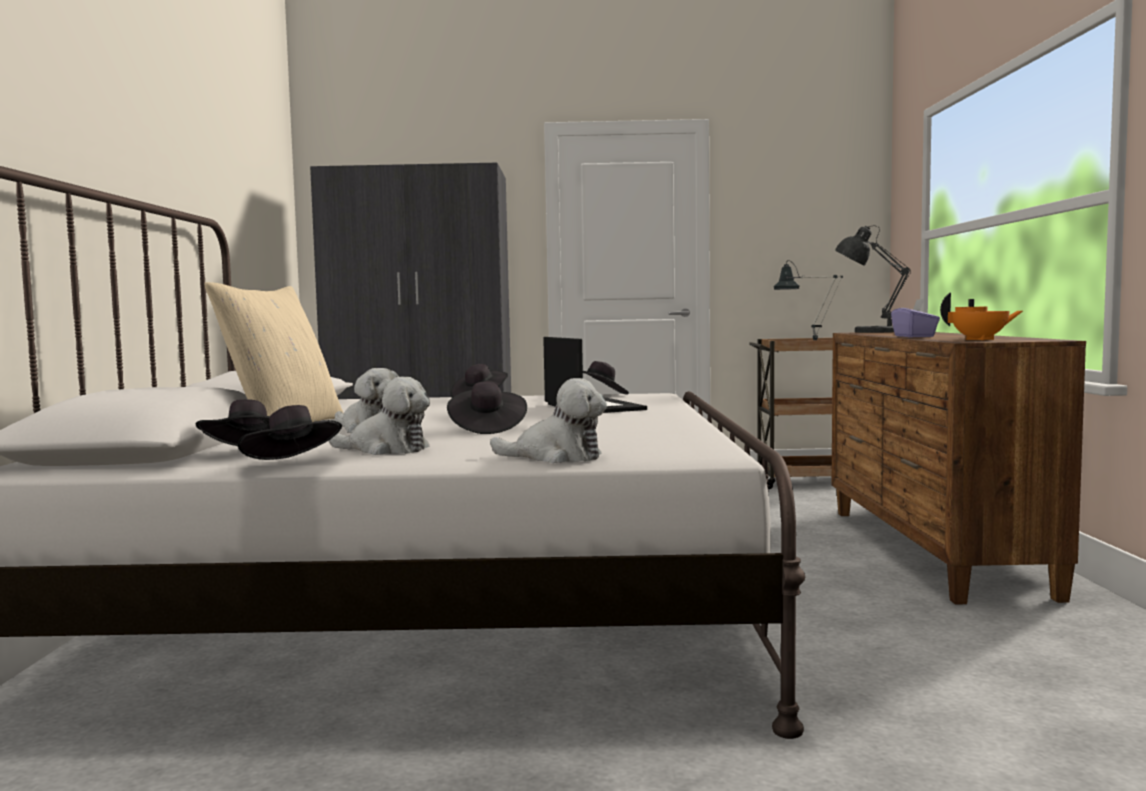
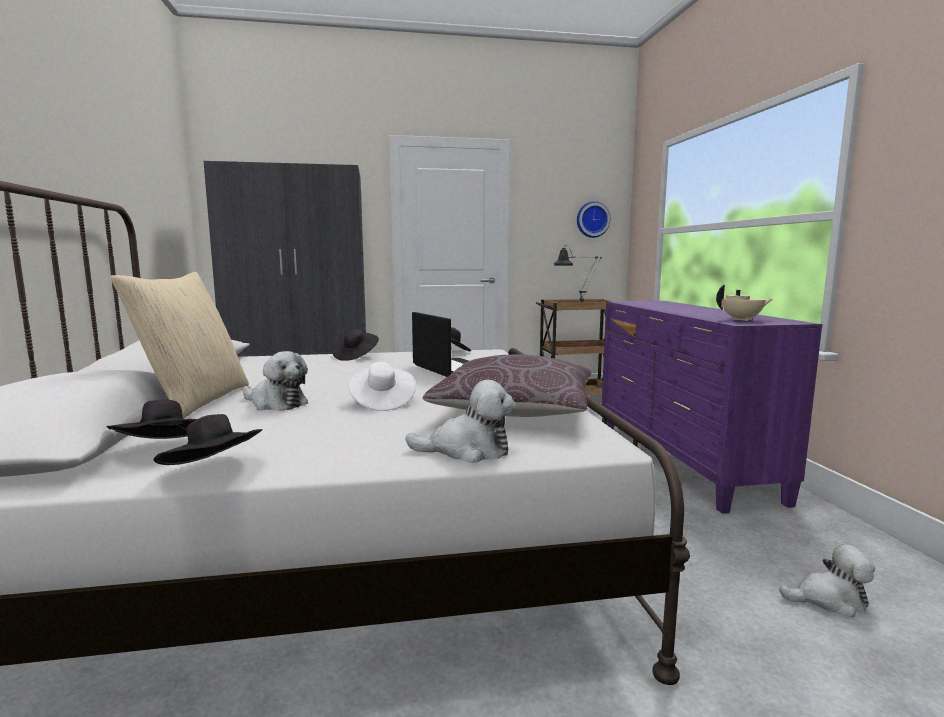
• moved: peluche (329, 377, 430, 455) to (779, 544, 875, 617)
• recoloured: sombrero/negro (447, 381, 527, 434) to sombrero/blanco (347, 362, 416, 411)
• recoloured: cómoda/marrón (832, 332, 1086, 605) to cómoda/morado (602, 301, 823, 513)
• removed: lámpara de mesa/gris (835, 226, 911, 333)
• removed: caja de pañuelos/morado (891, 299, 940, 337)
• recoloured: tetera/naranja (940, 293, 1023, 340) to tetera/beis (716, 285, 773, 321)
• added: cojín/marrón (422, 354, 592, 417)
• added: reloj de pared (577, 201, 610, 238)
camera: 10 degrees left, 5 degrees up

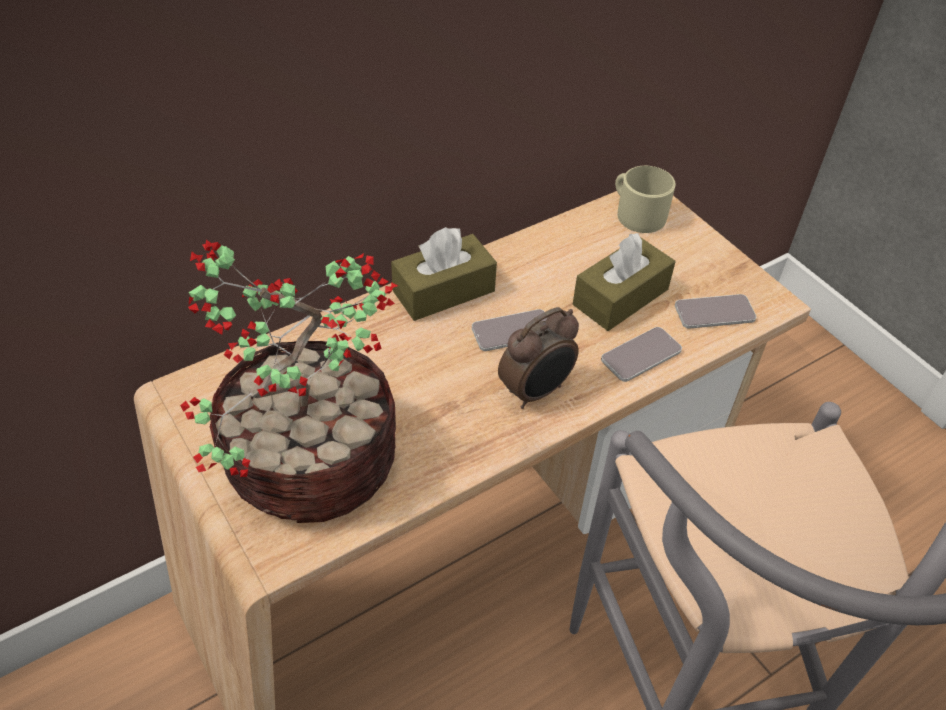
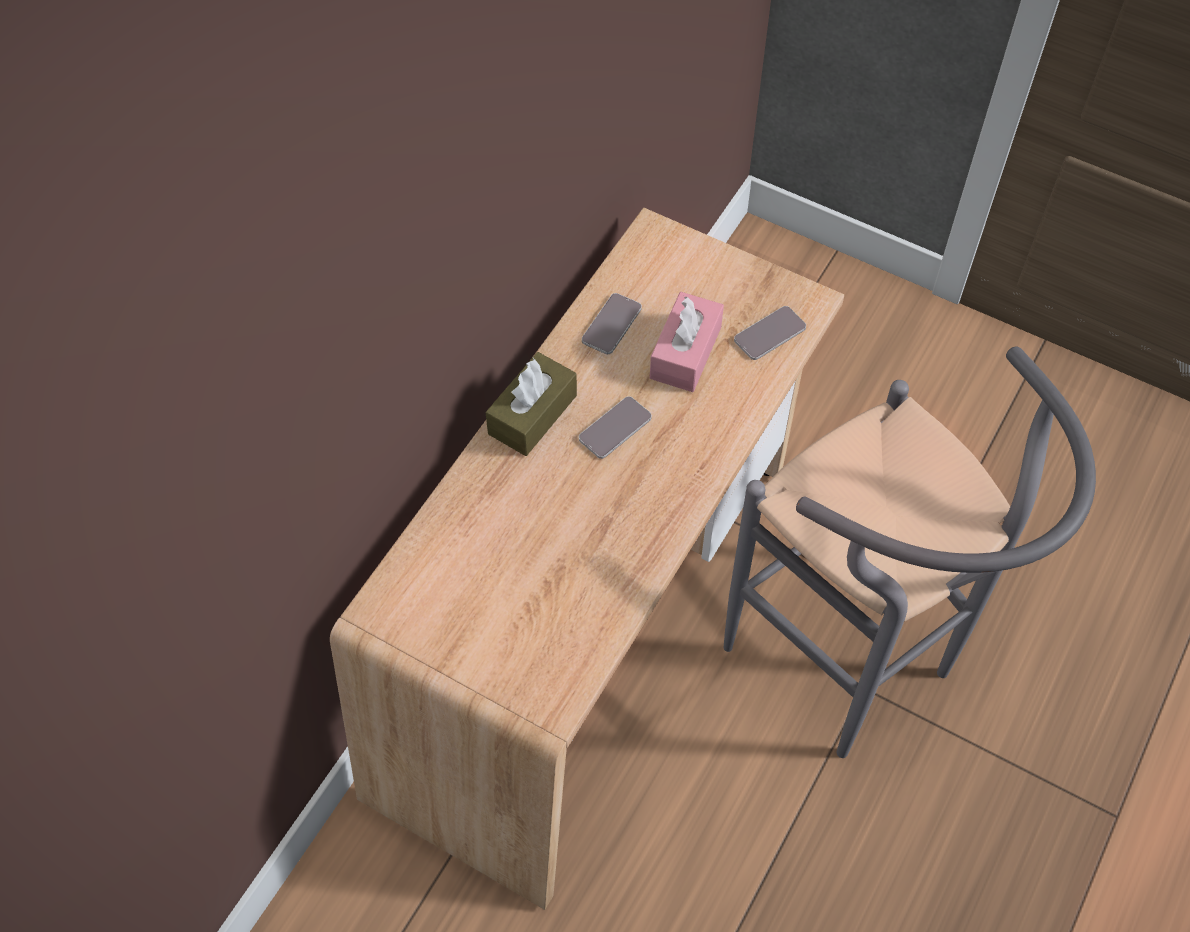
• removed: planta en maceta (180, 239, 398, 523)
• removed: despertador (498, 307, 579, 409)
• recoloured: caja de pañuelos/marrón (573, 233, 676, 331) to caja de pañuelos/rosa (650, 292, 724, 392)
• moved: móvil (601, 327, 682, 382) to (582, 293, 642, 354)
• removed: taza grande/beis (615, 166, 676, 233)
camera: 25 degrees left, 10 degrees up

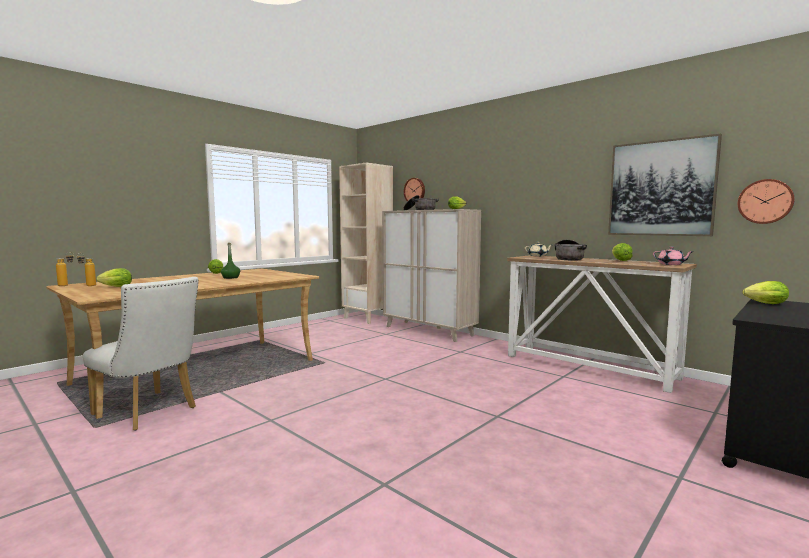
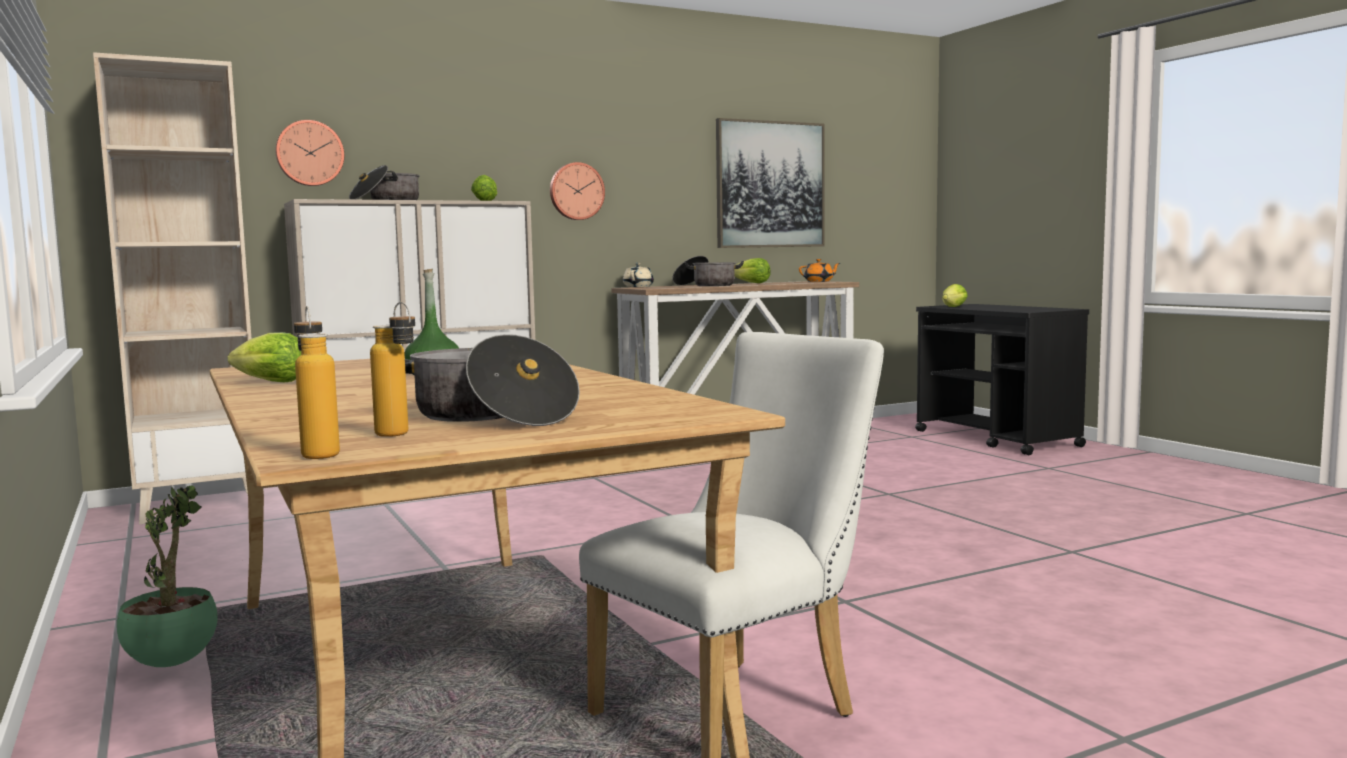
• replaced: lechuga (96, 268, 132, 287) to olla (405, 334, 580, 426)
• recoloured: tetera/rosa (653, 247, 694, 265) to tetera/naranja (799, 259, 840, 282)
• moved: reloj de pared (738, 179, 795, 224) to (550, 162, 605, 220)
• added: planta en maceta (117, 485, 218, 667)
camera: 70 degrees left, 0 degrees up

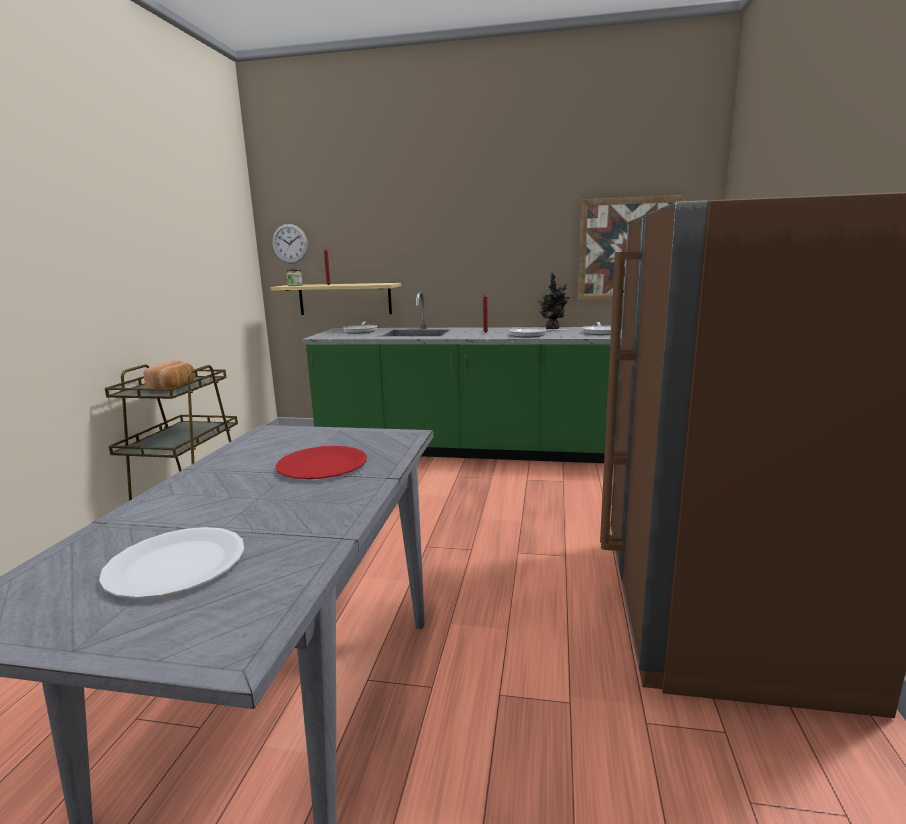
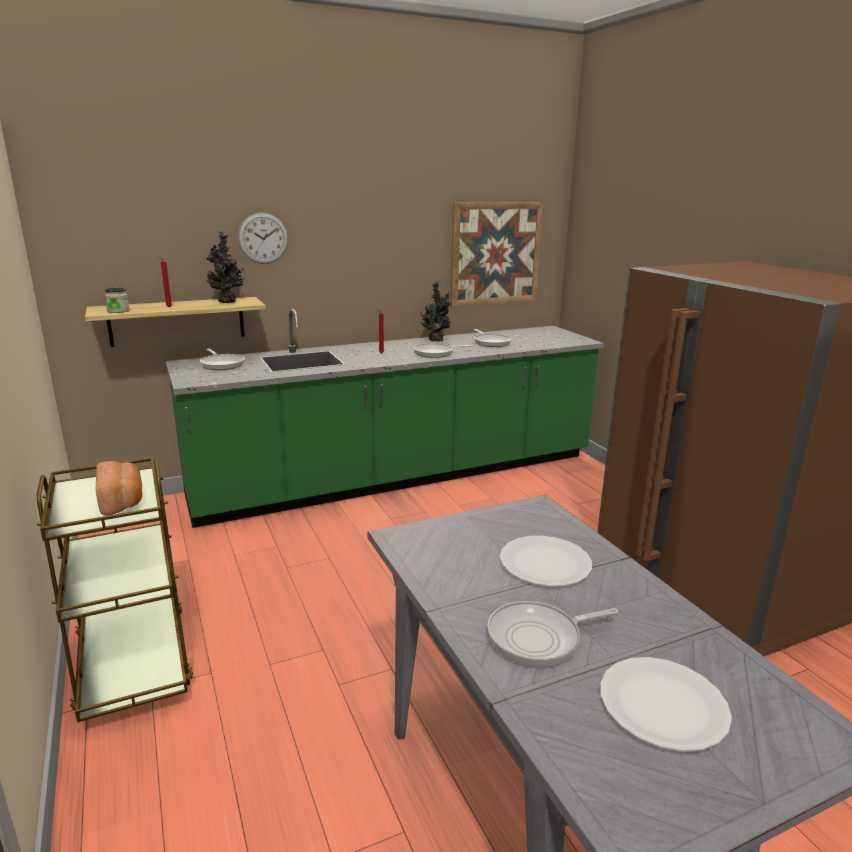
• moved: reloj de pared (272, 224, 308, 264) to (238, 212, 288, 264)
• recoloured: plato/rojo (276, 446, 367, 479) to plato/blanco (500, 536, 592, 587)
• added: planta en maceta (207, 232, 244, 303)
• added: sartén (487, 601, 618, 667)
camera: 35 degrees left, 5 degrees up

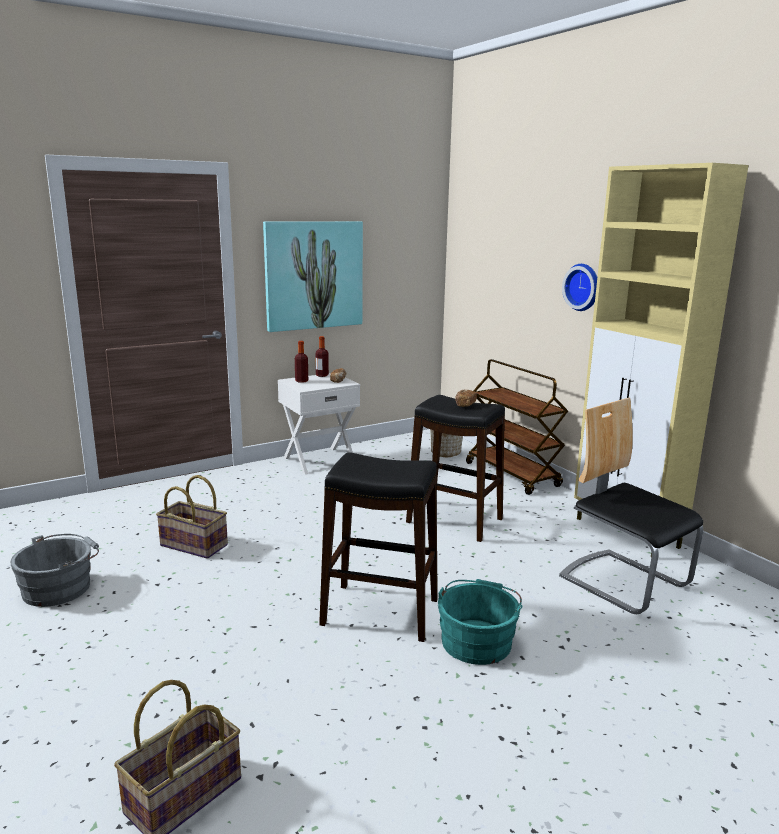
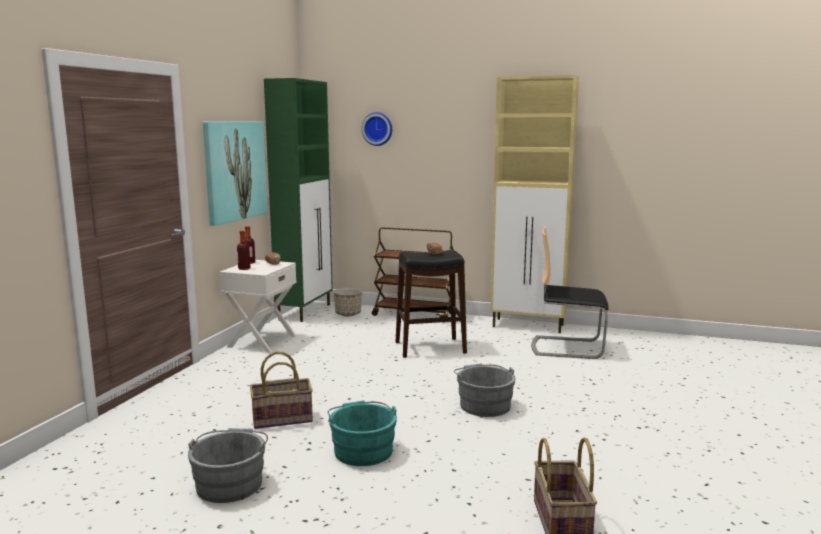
• replaced: taburete/negro (319, 452, 438, 642) to cubo/gris (454, 363, 516, 417)
• moved: cubo/turquesa (438, 579, 522, 665) to (328, 401, 397, 466)
• moved: reloj de pared (562, 264, 597, 311) to (362, 112, 392, 146)
• added: armario/verde (264, 78, 333, 322)
camera: 40 degrees left, 5 degrees down

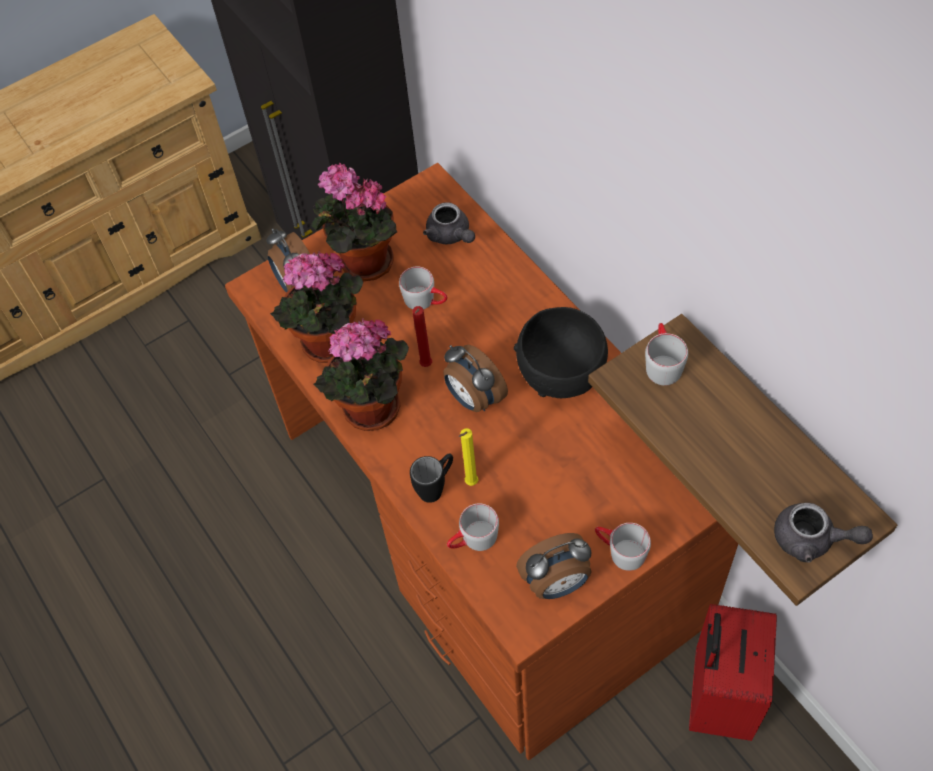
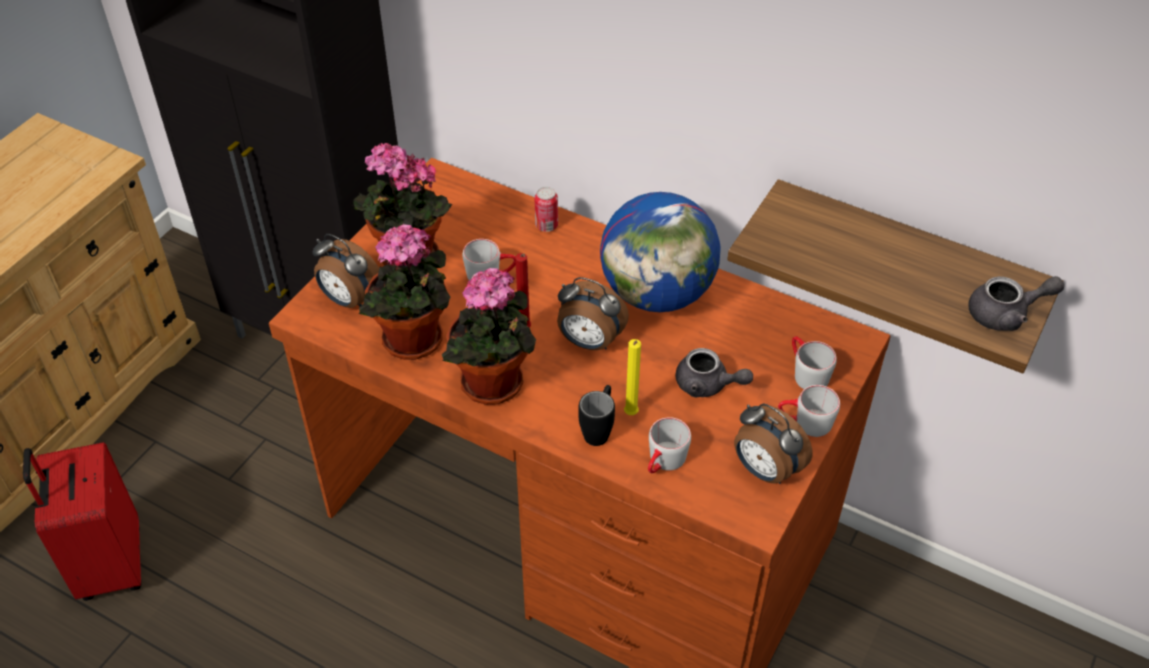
• moved: tetera/gris (423, 203, 475, 244) to (675, 348, 753, 397)
• replaced: cuenco/negro (514, 307, 608, 398) to globo terráqueo (600, 192, 721, 312)
• turned: despertador (516, 533, 592, 599) = (734, 403, 813, 484) 90 degrees clockwise
• moved: taza grande/gris (645, 323, 688, 385) to (792, 336, 837, 389)
• moved: maleta/rojo (689, 604, 777, 741) to (23, 442, 141, 601)
• added: lata (534, 187, 558, 232)
camera: 30 degrees left, 10 degrees down

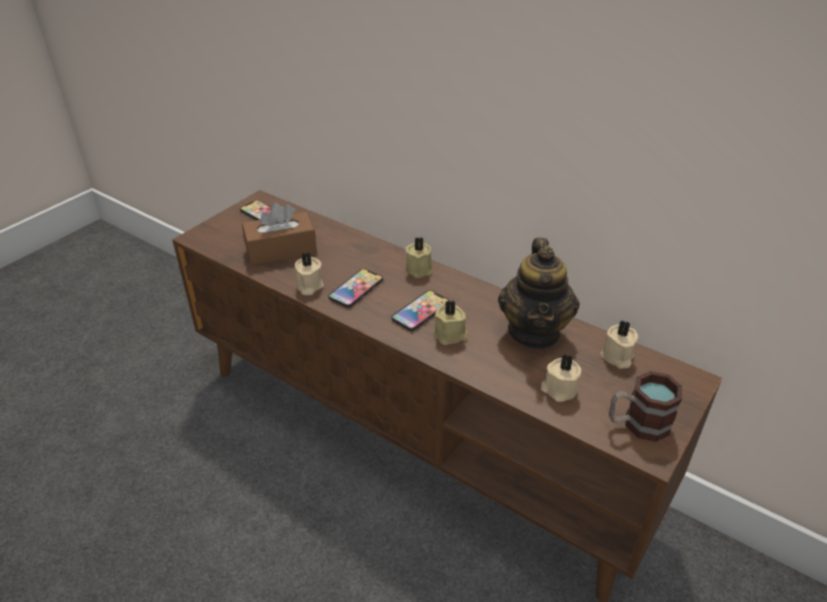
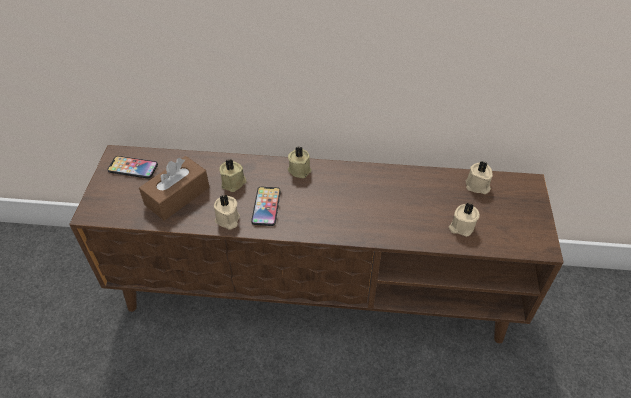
• removed: móvil (392, 290, 449, 331)
• moved: vela/beis (433, 300, 468, 345) to (219, 159, 247, 192)
• removed: tetera (498, 238, 580, 349)
• removed: taza grande (609, 371, 682, 442)
camera: 30 degrees left, 10 degrees up

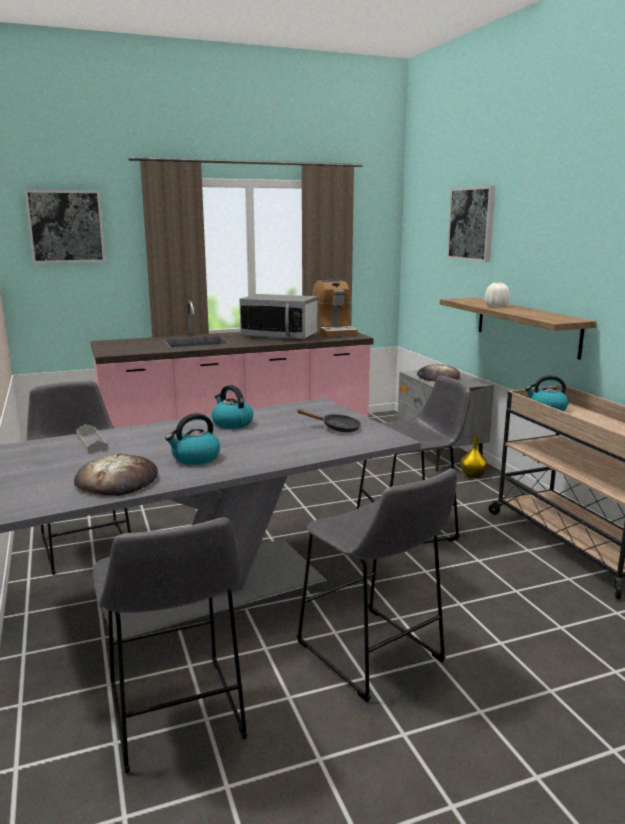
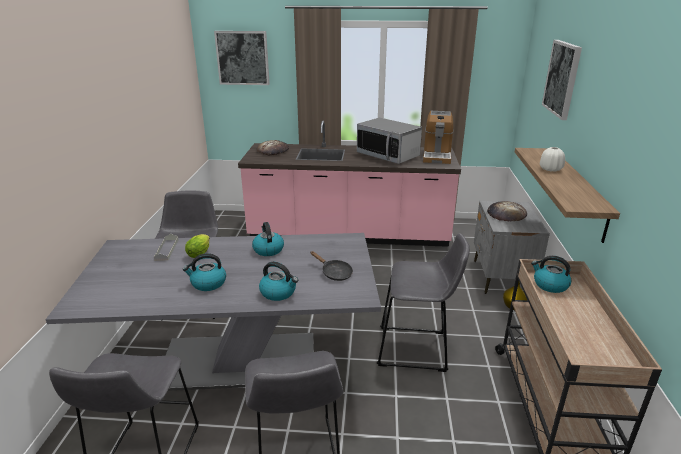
• moved: pan (74, 454, 158, 496) to (257, 140, 289, 155)
• added: lechuga (185, 234, 210, 258)
• added: hervidor (259, 262, 298, 301)
camera: 25 degrees right, 10 degrees up

